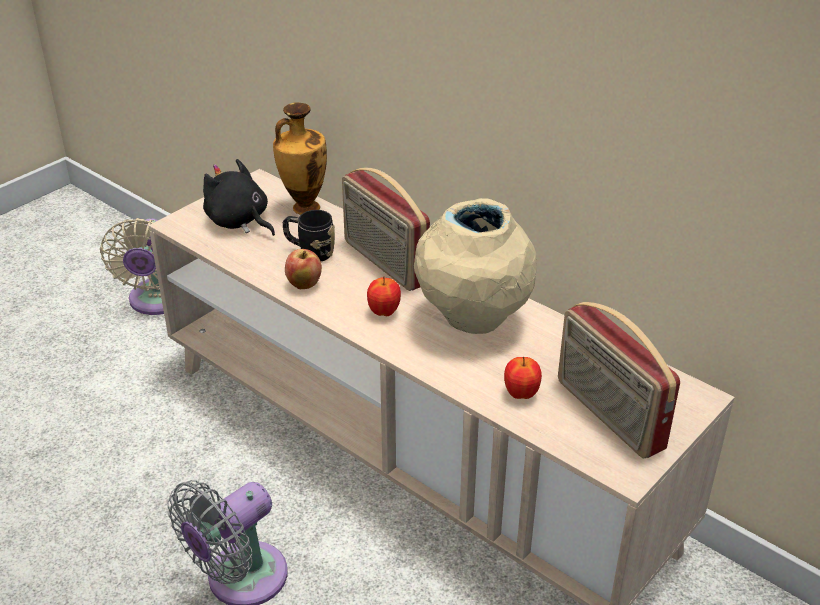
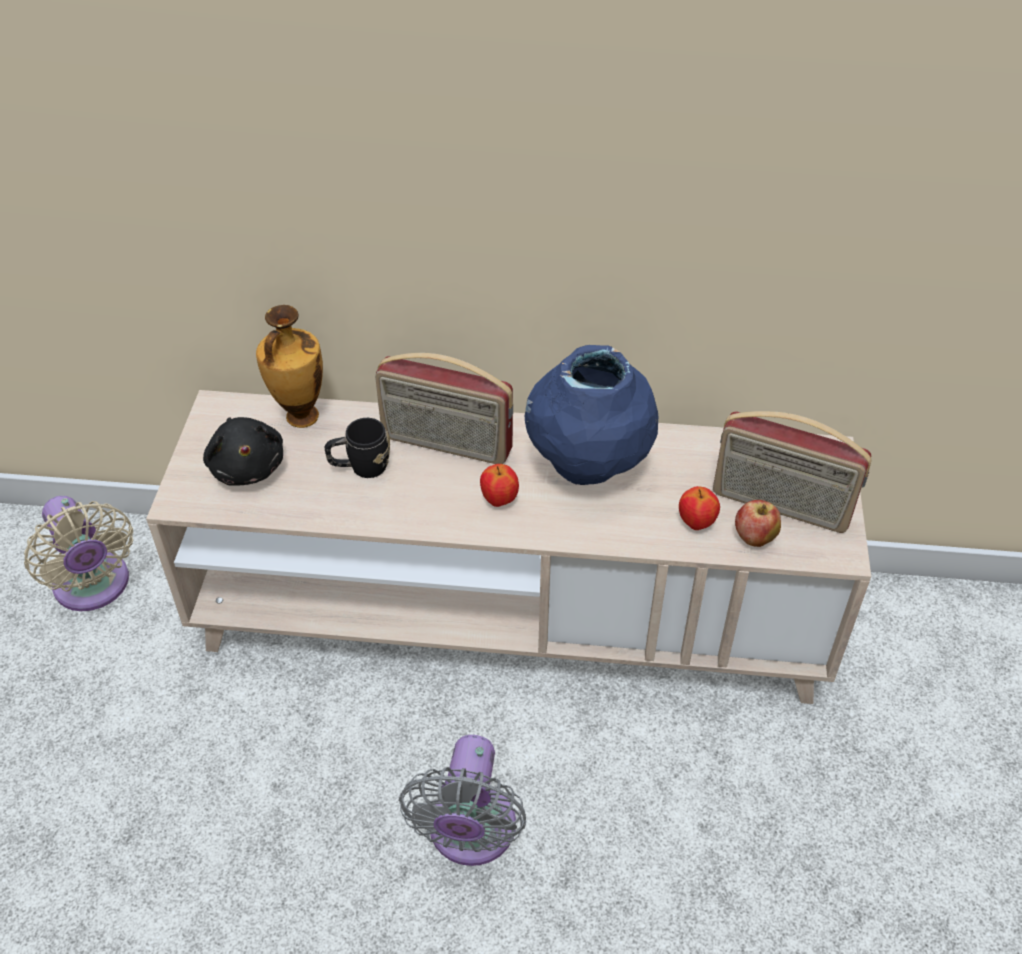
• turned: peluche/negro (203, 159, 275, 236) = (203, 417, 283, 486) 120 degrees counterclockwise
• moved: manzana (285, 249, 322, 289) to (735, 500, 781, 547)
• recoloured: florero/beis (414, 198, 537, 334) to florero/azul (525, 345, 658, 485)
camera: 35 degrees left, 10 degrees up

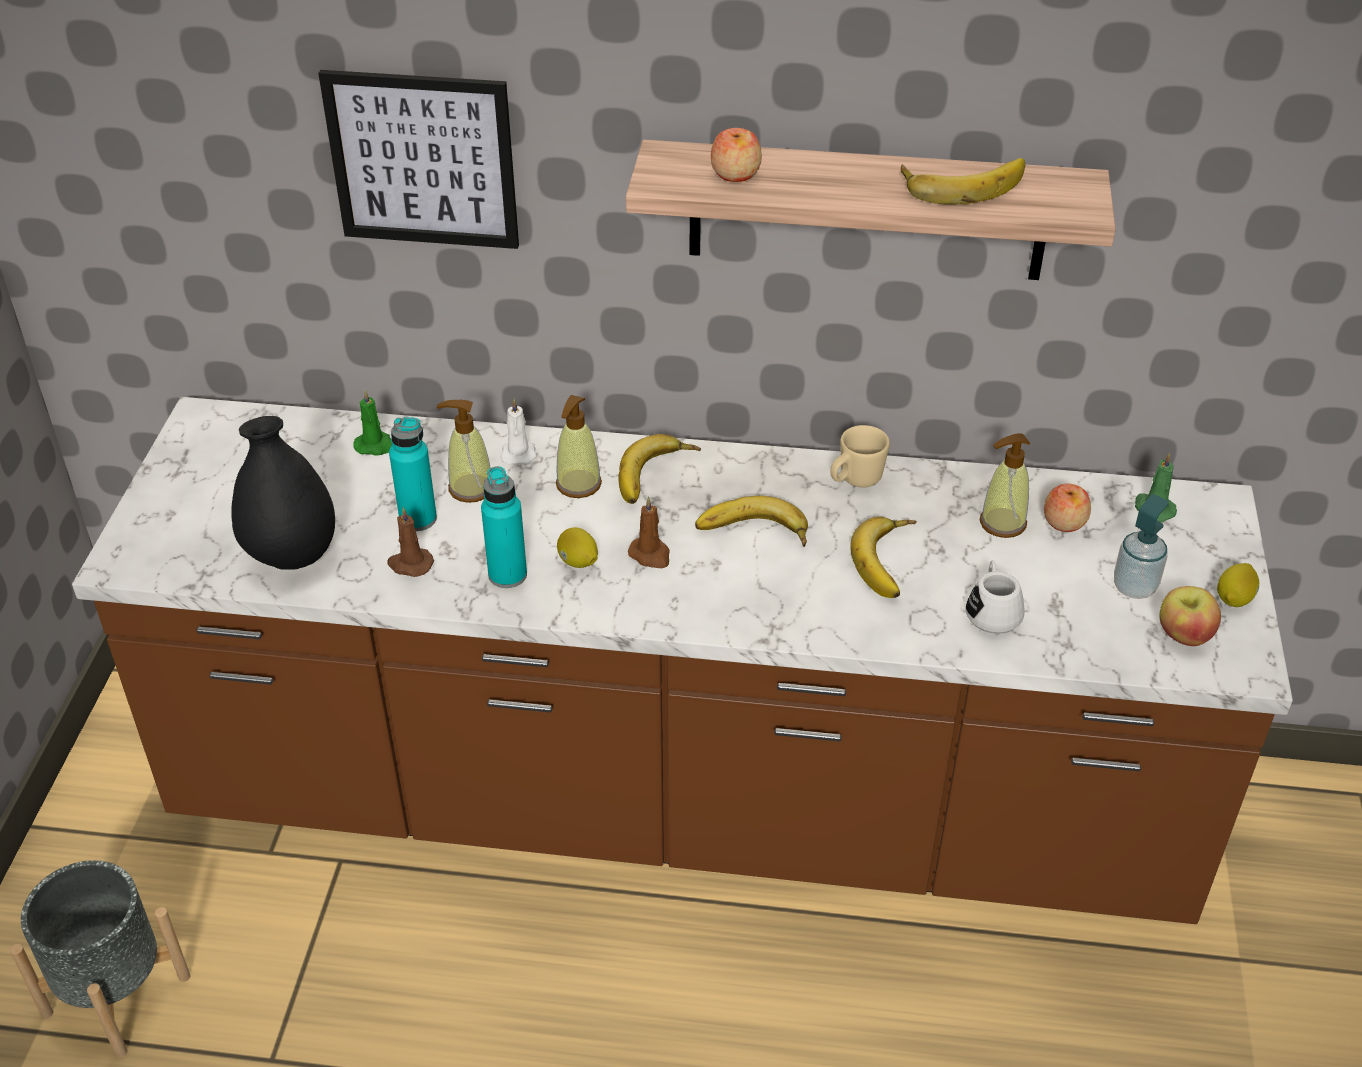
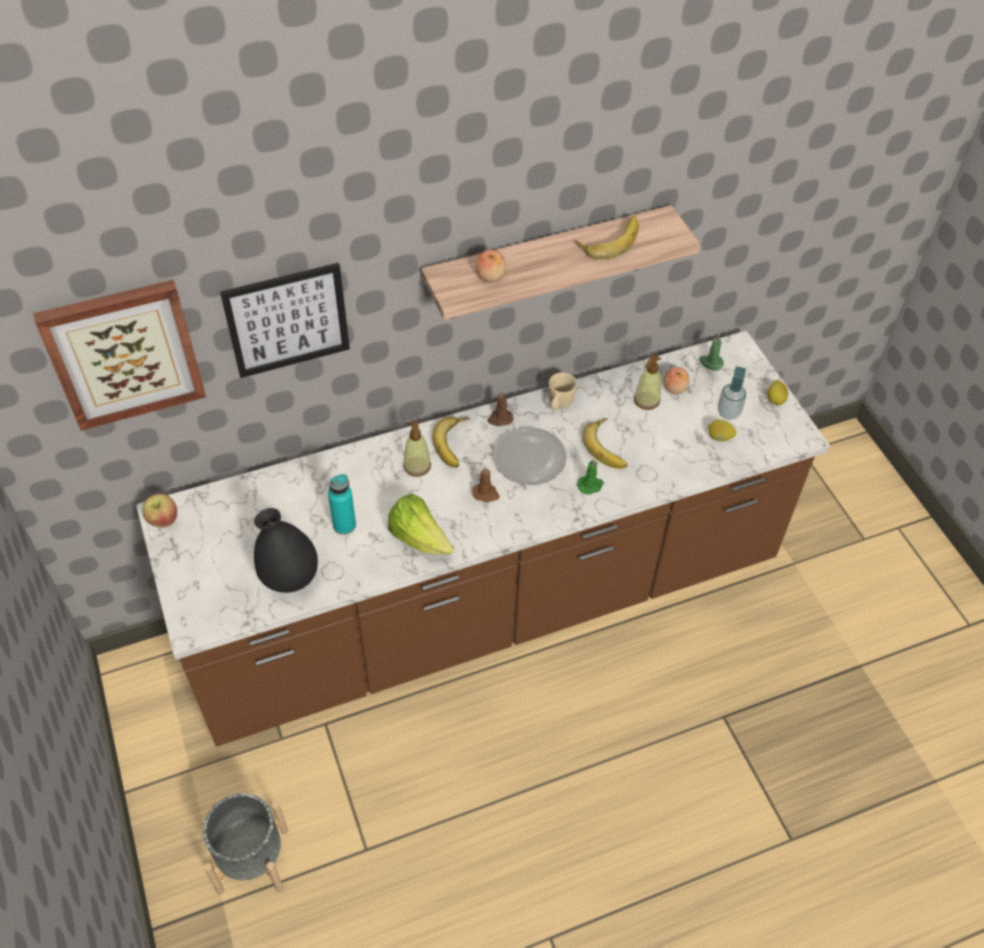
• moved: vela/verde (353, 389, 392, 456) to (577, 458, 604, 495)
• moved: vela/marrón (388, 507, 434, 577) to (487, 391, 513, 426)
• removed: dispensador de jabón (437, 400, 491, 503)
• replaced: botella/turquesa (481, 466, 527, 588) to lechuga (388, 494, 454, 555)
• removed: vela/blanco (500, 399, 537, 465)
• moved: limón (557, 527, 598, 568) to (708, 420, 737, 441)
• replaced: plátano (695, 496, 808, 547) to plato (493, 427, 567, 485)
• removed: taza grande/blanco (966, 560, 1025, 634)
• moved: manzana (1159, 586, 1221, 646) to (143, 494, 177, 527)
• added: cuadro (33, 280, 206, 431)
camera: 30 degrees left, 10 degrees up

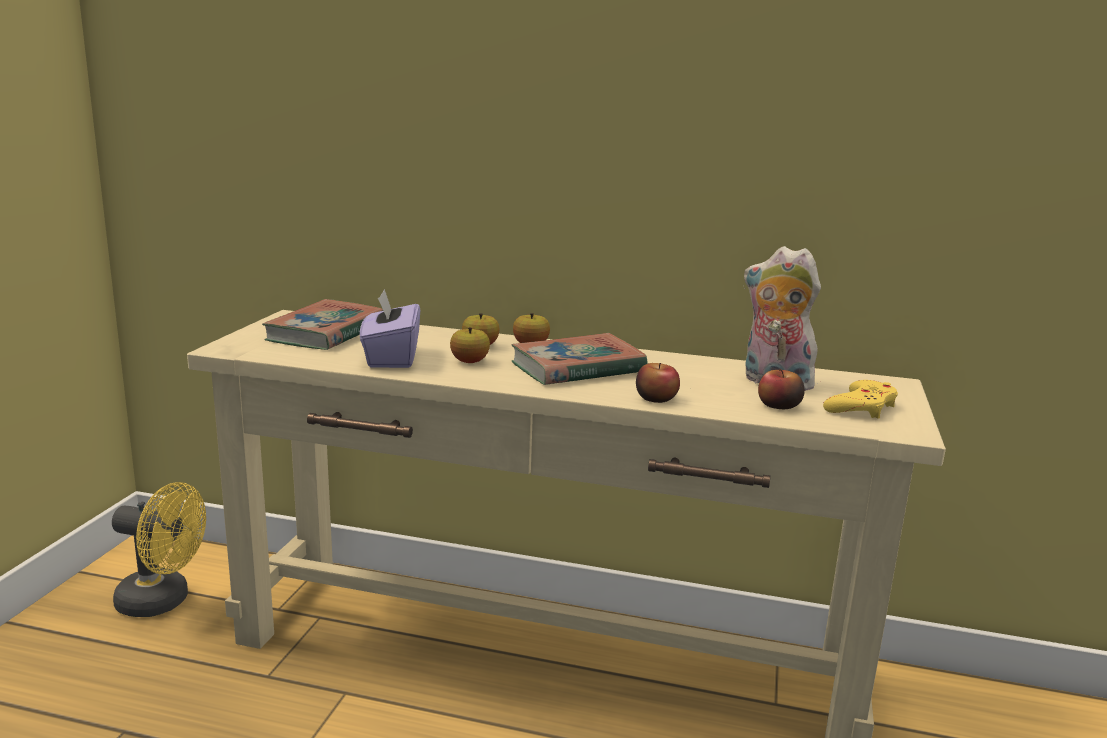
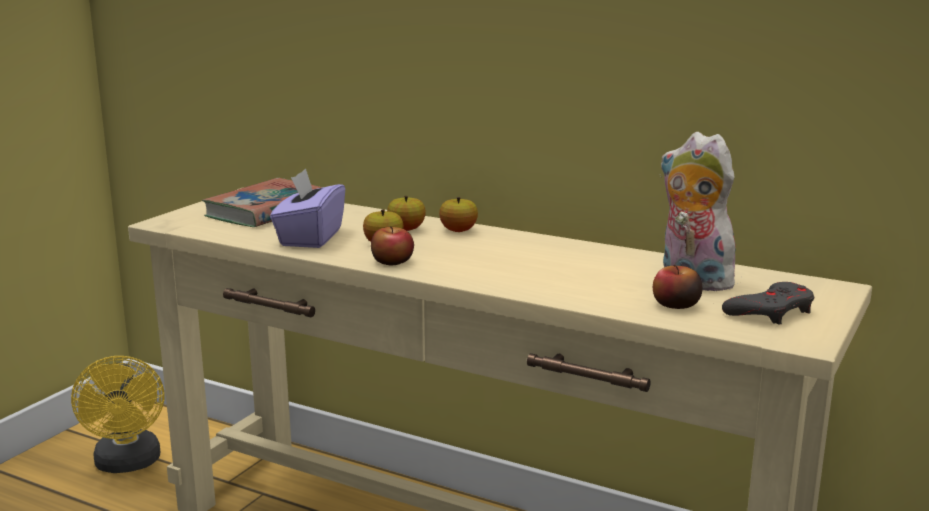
• turned: ventilador/amarillo (112, 482, 206, 617) = (71, 356, 164, 473) 45 degrees clockwise
• removed: libro (511, 333, 648, 385)
• moved: manzana (636, 363, 680, 403) to (371, 227, 414, 265)
• recoloured: mando de consola/amarillo (823, 380, 898, 419) to mando de consola/gris (722, 282, 814, 325)
camera: 15 degrees right, 0 degrees up

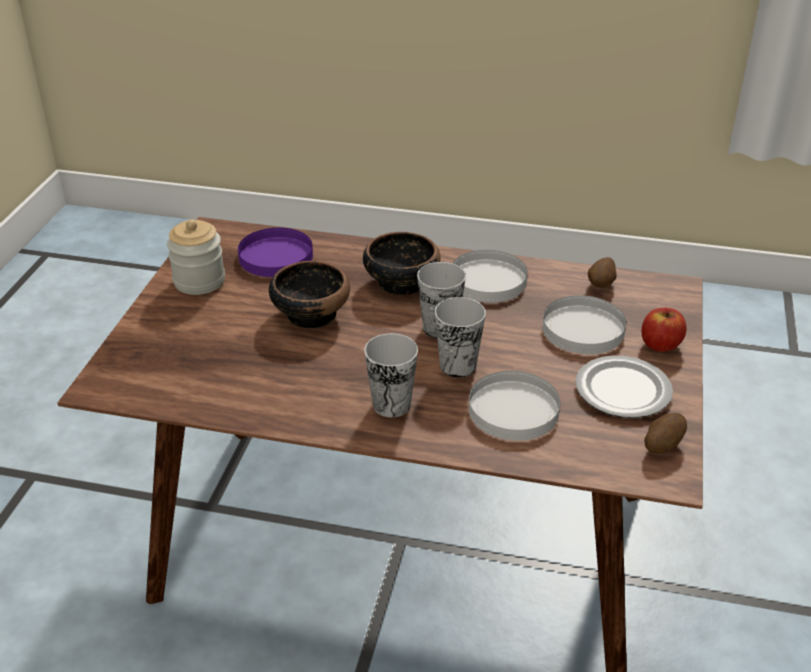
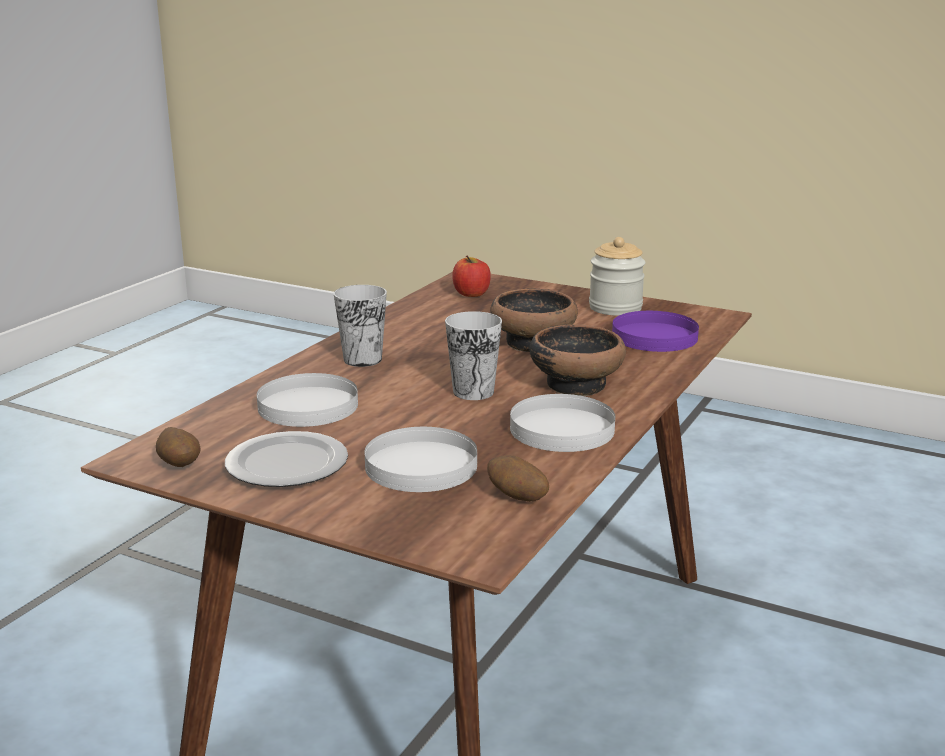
• removed: taza (435, 297, 486, 378)
• moved: manzana (641, 308, 687, 352) to (452, 255, 491, 297)
camera: 105 degrees right, 15 degrees down

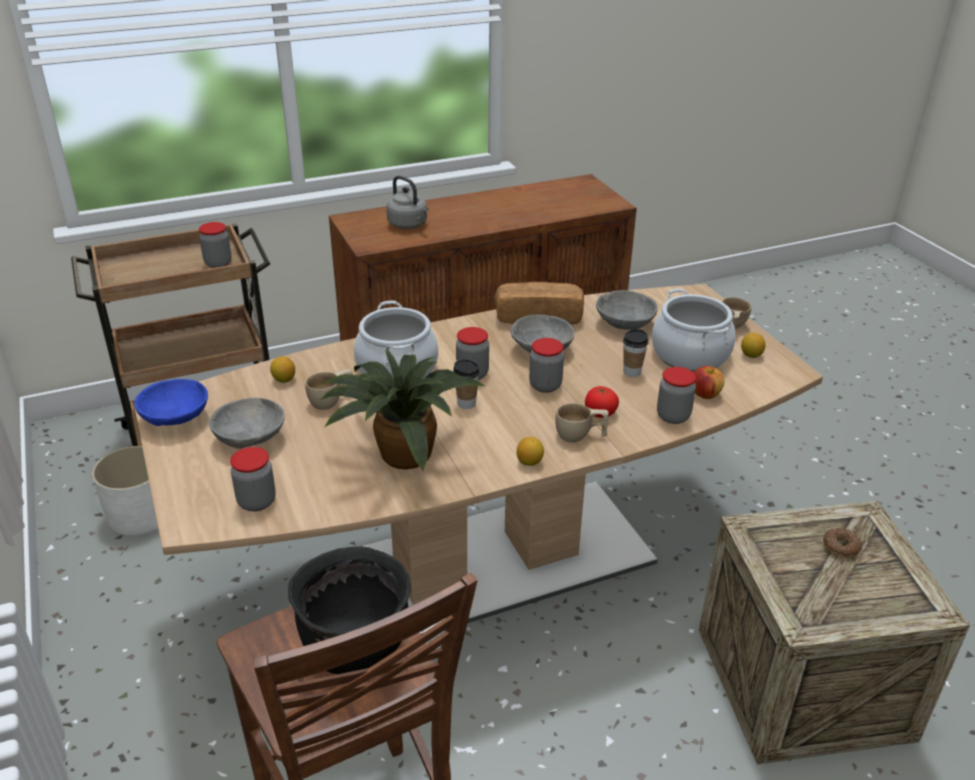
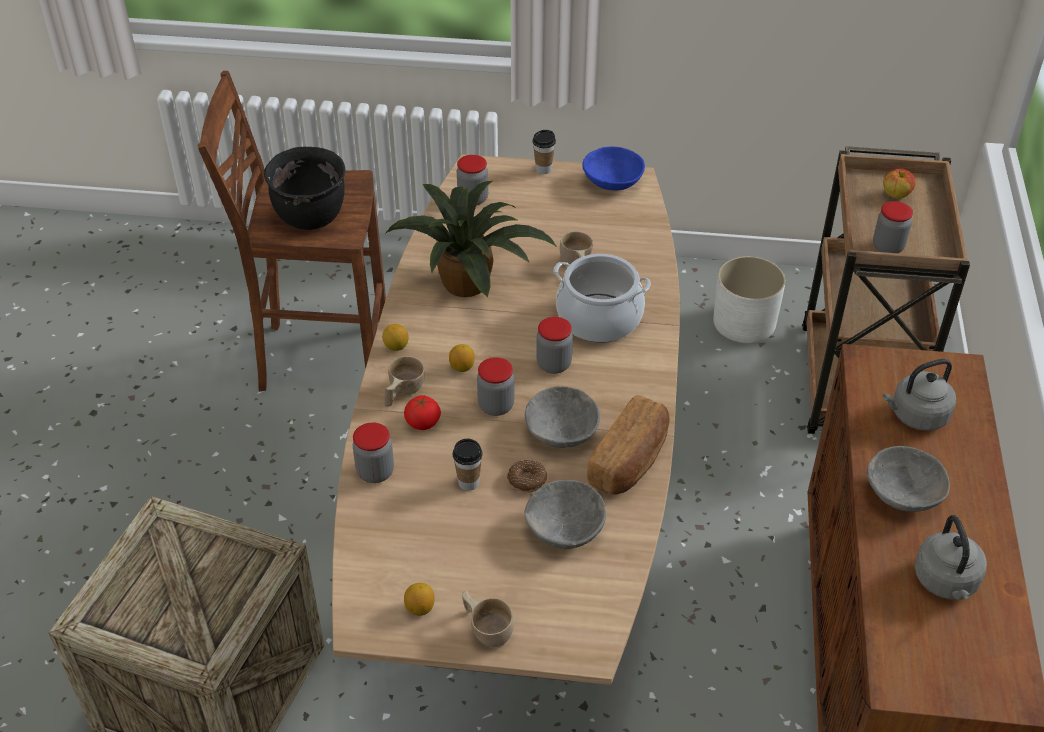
• moved: cuenco/gris (209, 398, 285, 449) to (867, 446, 950, 512)
• moved: limón (270, 356, 295, 383) to (449, 344, 475, 372)
• moved: taza (453, 359, 480, 409) to (533, 130, 556, 174)
• removed: olla (652, 289, 736, 372)
• moved: manzana (694, 366, 724, 399) to (883, 168, 915, 199)
• moved: rosquilla (823, 528, 862, 558) to (507, 459, 547, 493)
• added: hervidor/gris (914, 515, 987, 600)
camera: 120 degrees right, 10 degrees up

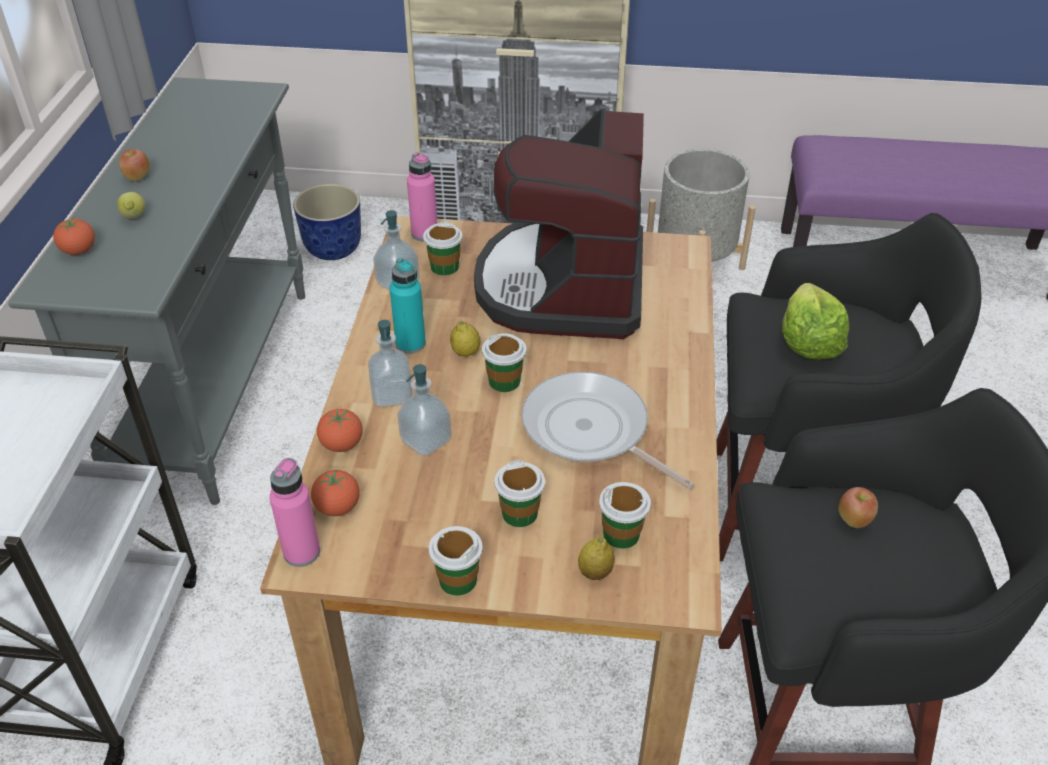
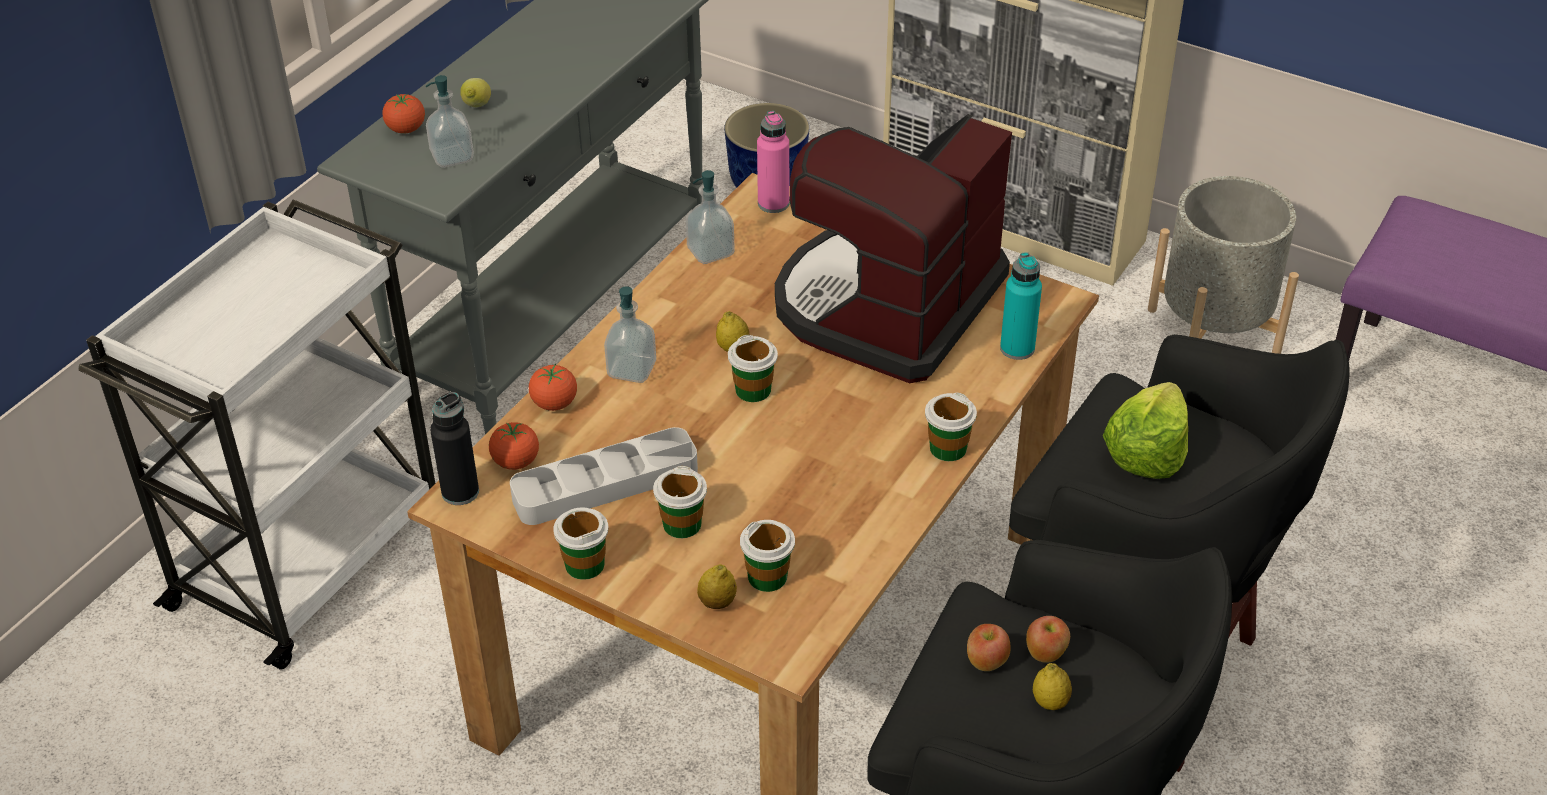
• moved: manzana (119, 149, 150, 181) to (967, 624, 1011, 671)
• recoloured: botella/rosa (269, 458, 320, 567) to botella/negro (430, 392, 479, 505)
• moved: botella/turquesa (390, 258, 426, 354) to (1000, 252, 1042, 360)
• moved: dispensador de jabón (398, 364, 451, 456) to (426, 75, 474, 167)
• moved: taza (423, 221, 463, 276) to (925, 392, 977, 461)
• removed: sartén (521, 372, 694, 489)
• added: bandeja/gris (510, 427, 698, 525)
• added: limón (1033, 663, 1072, 710)
camera: 25 degrees right, 0 degrees up

